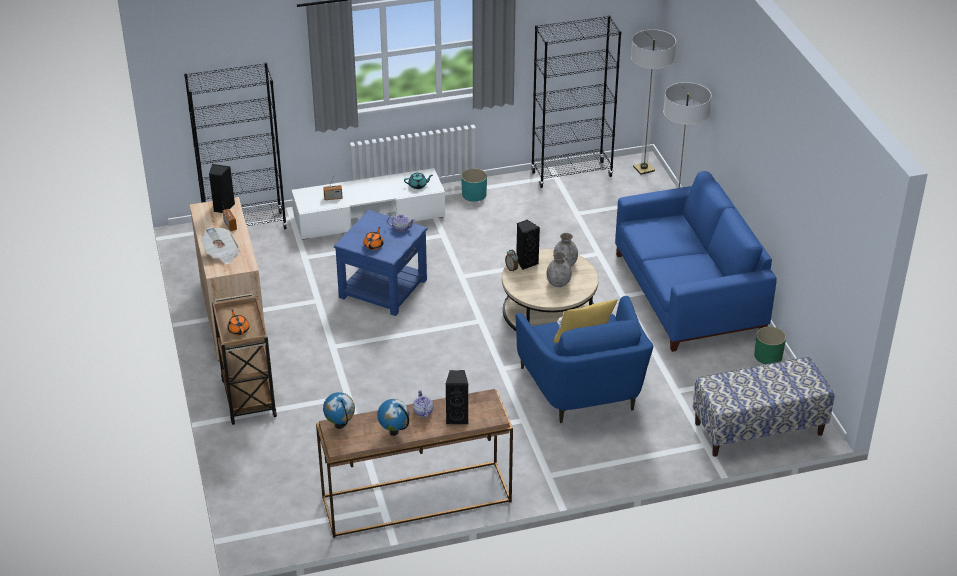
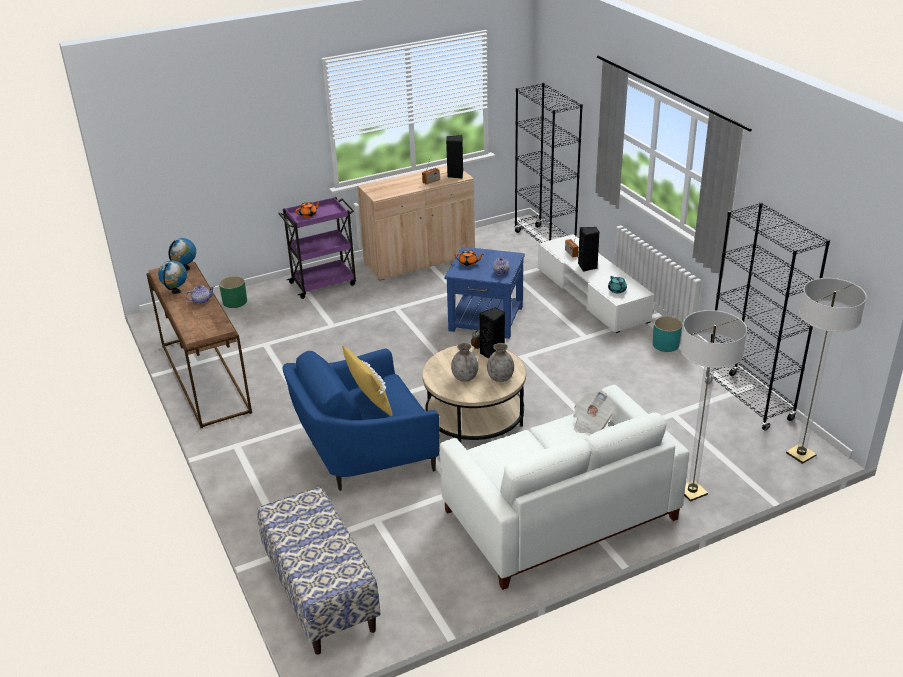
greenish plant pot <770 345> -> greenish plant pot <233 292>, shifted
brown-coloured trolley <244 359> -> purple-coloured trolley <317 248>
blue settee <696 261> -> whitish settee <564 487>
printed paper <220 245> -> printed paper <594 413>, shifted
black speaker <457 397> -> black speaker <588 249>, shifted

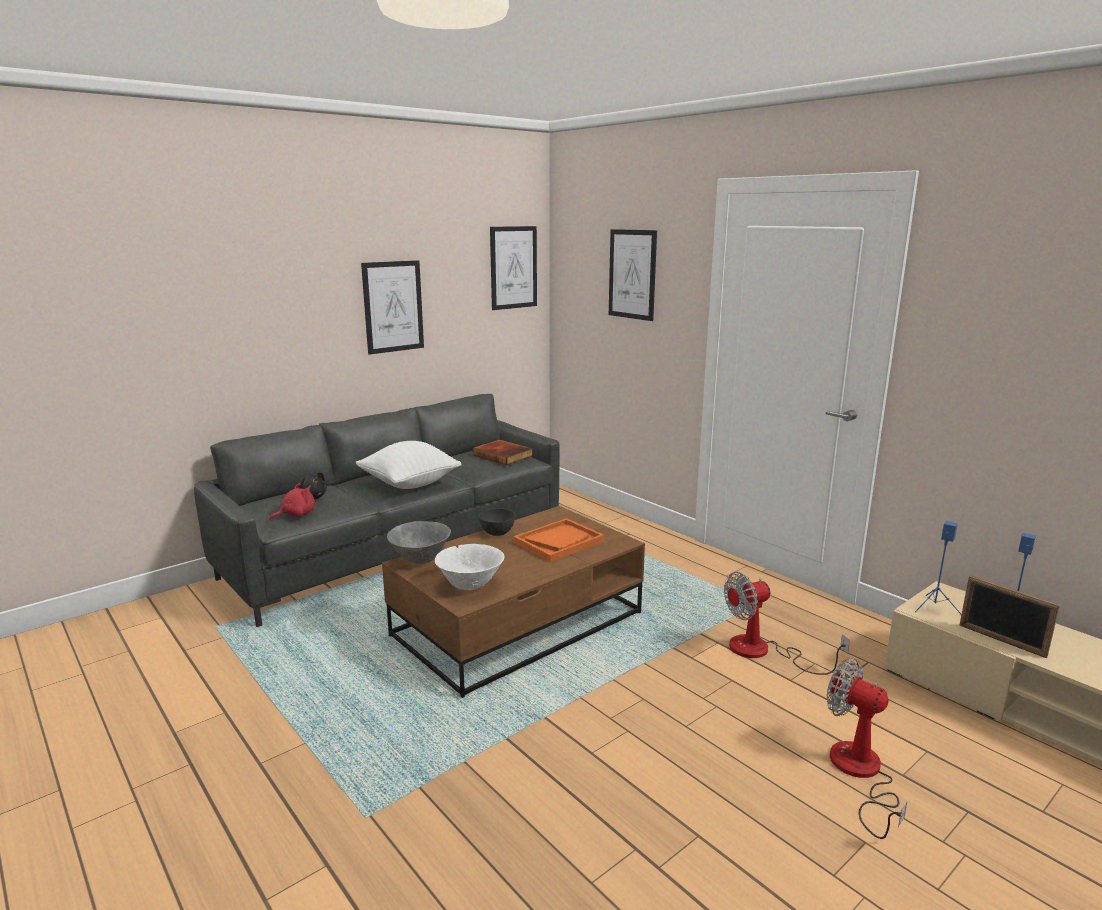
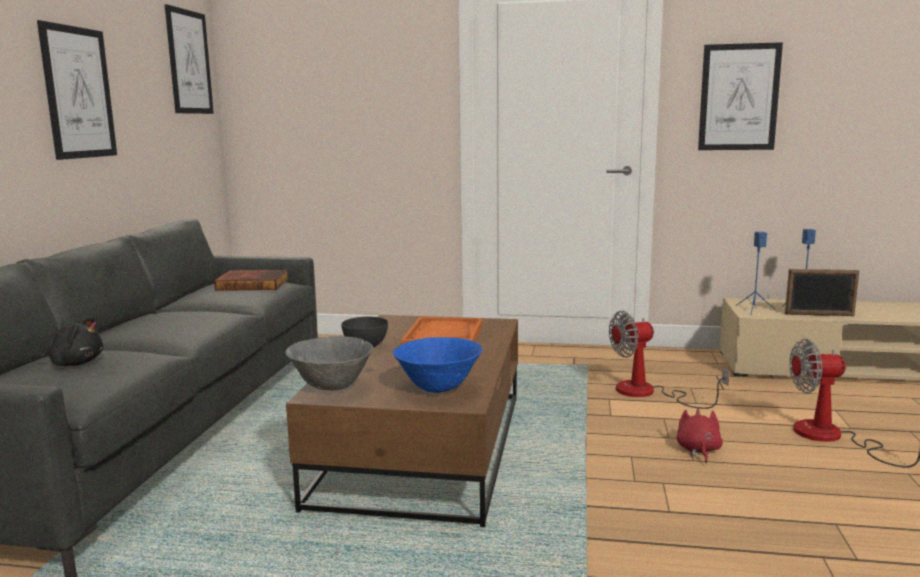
whitish serving bowl <469 567> -> blue serving bowl <437 365>
electric fan <787 623> -> electric fan <669 360>, 45 degrees clockwise
reddish cuddly toy <292 501> -> reddish cuddly toy <700 435>, shifted
picture <633 275> -> picture <740 96>, shifted
whitish cushion <409 465> -> none

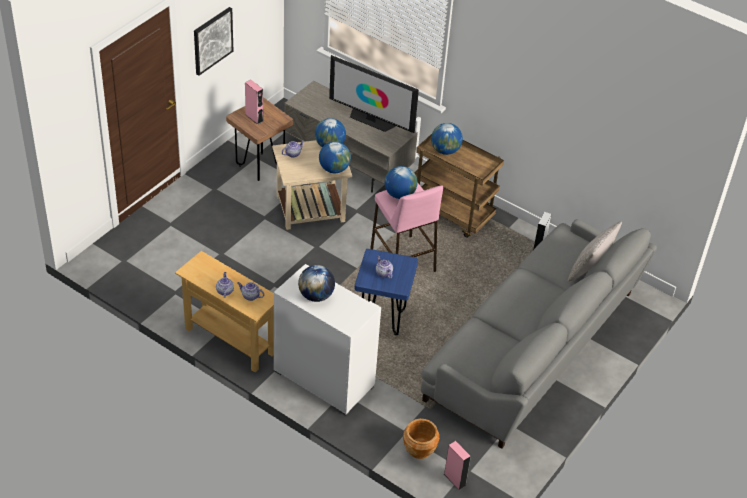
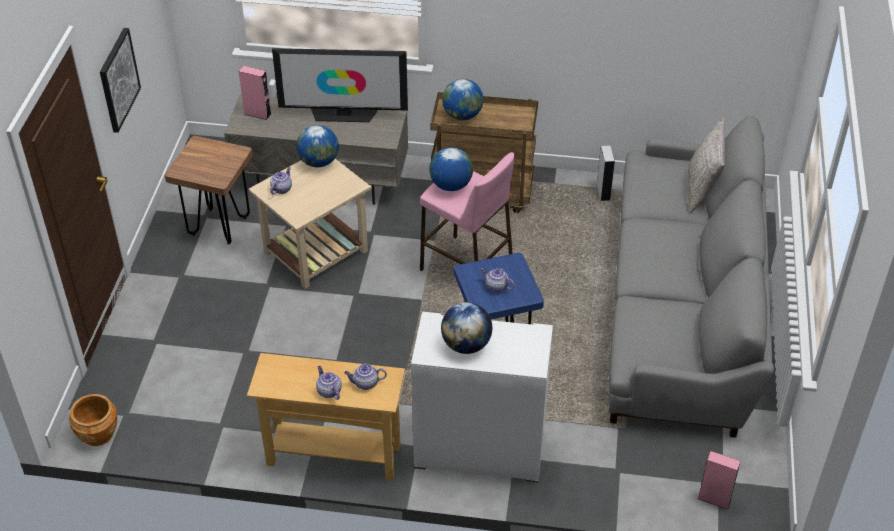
brown-coloured plant pot <421 439> -> brown-coloured plant pot <93 420>, shifted
pinkish speaker <254 102> -> pinkish speaker <255 93>, shifted
world globe <335 157> -> none

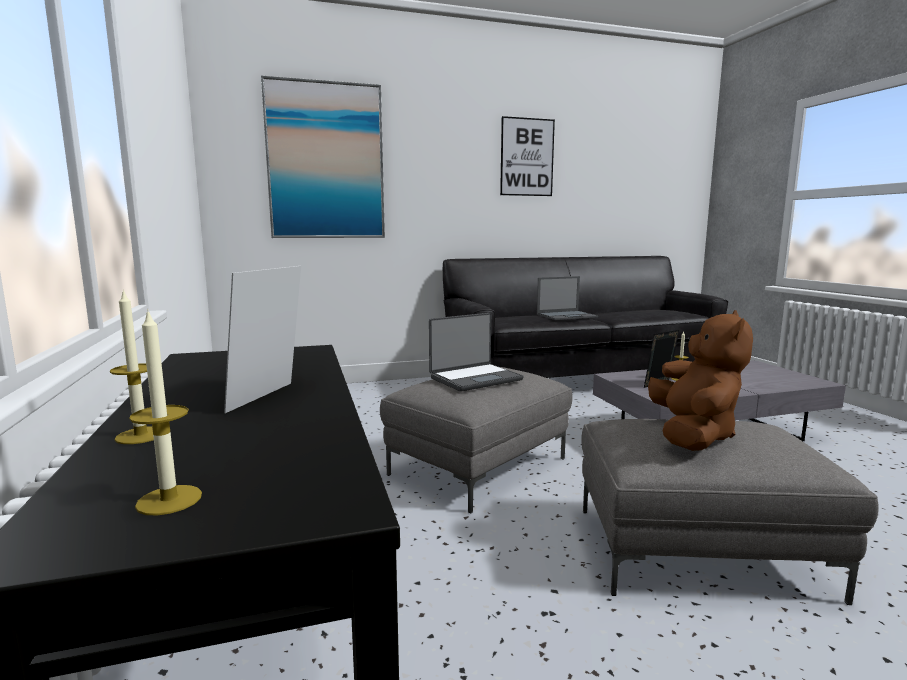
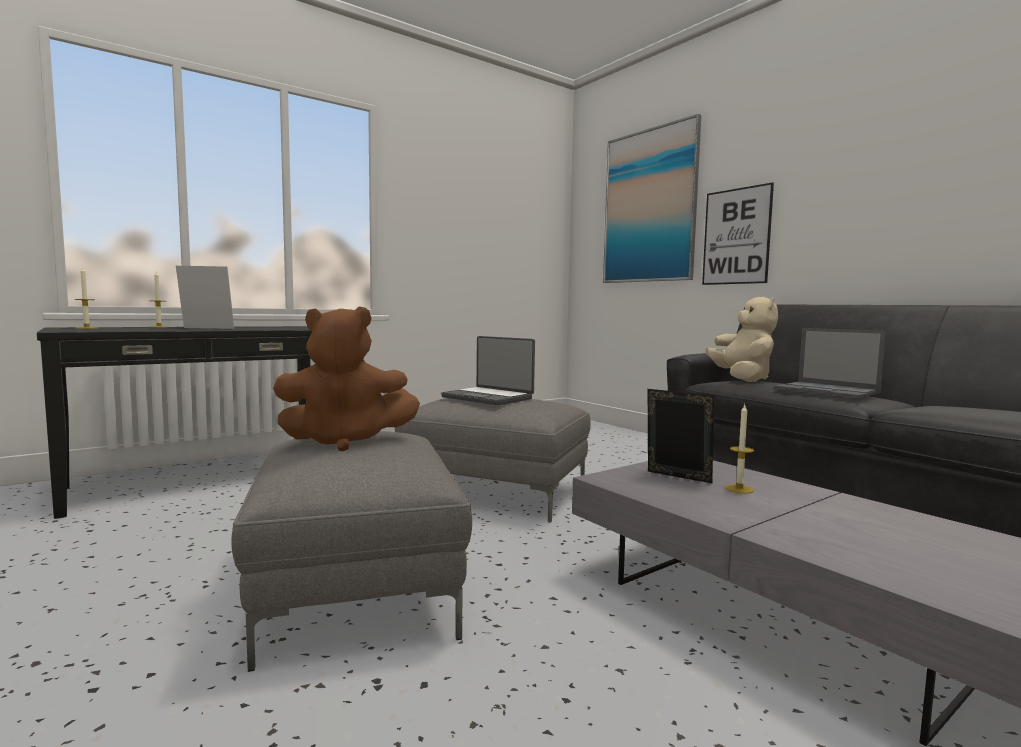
picture <527 156> -> picture <738 233>, shifted
none -> sand-coloured cuddly toy <742 339>

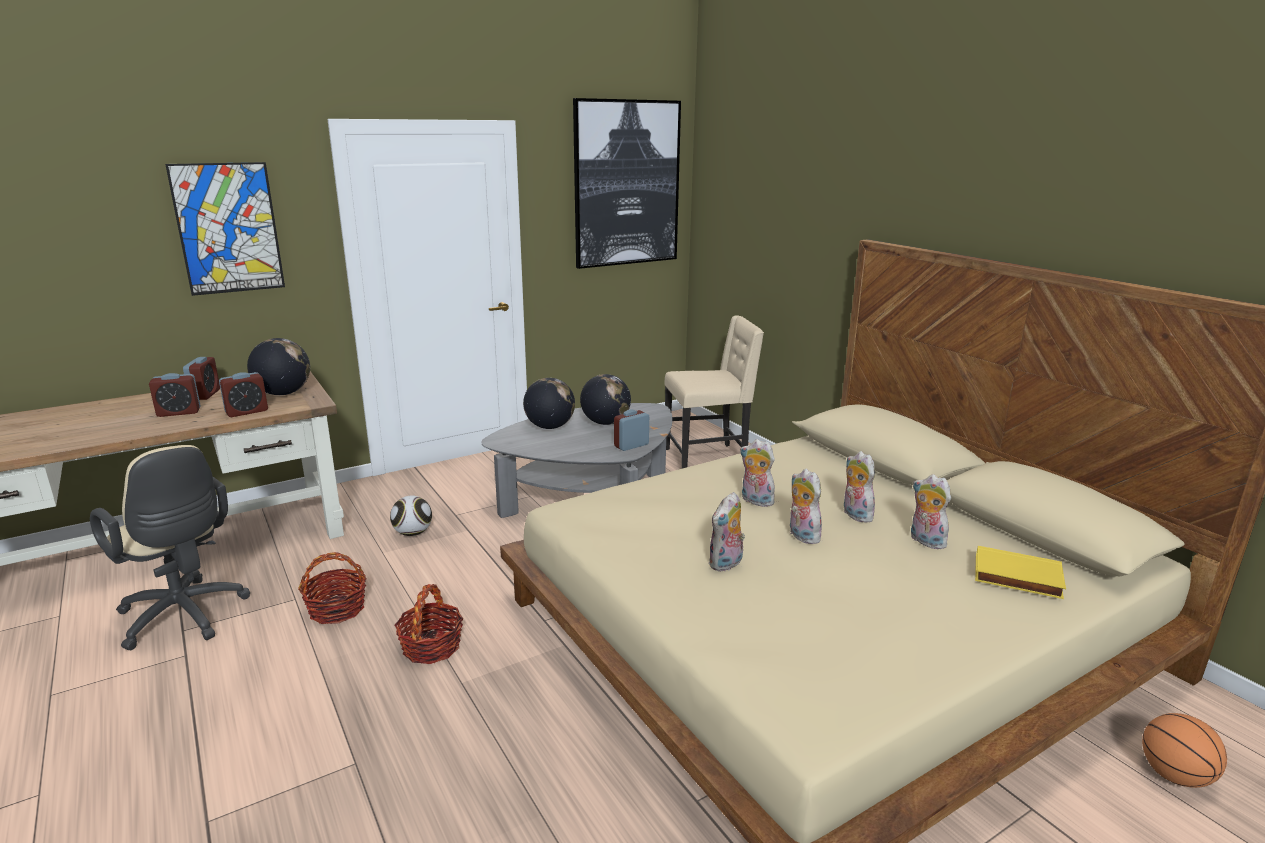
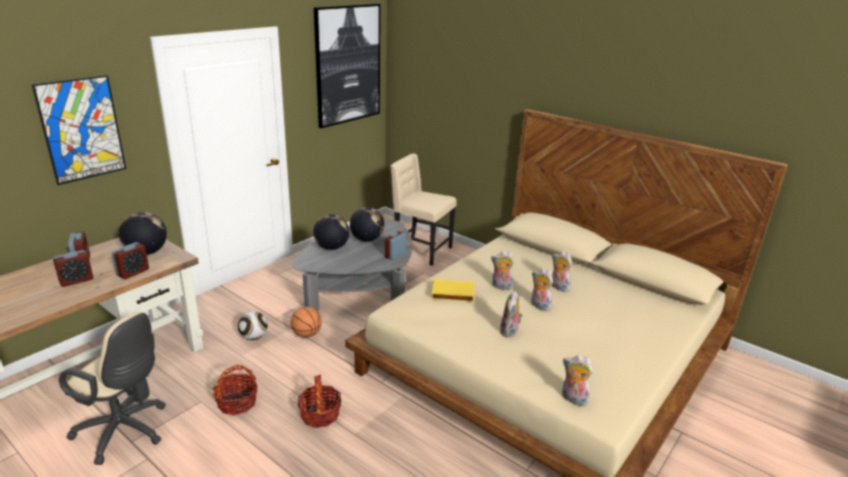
ball for basketball <1184 750> -> ball for basketball <306 322>, shifted
sand-coloured upright chair <714 392> -> sand-coloured upright chair <423 210>, 120 degrees counterclockwise
yellow bound book <1020 572> -> yellow bound book <453 290>, shifted
cuddly toy <931 511> -> cuddly toy <577 380>, shifted

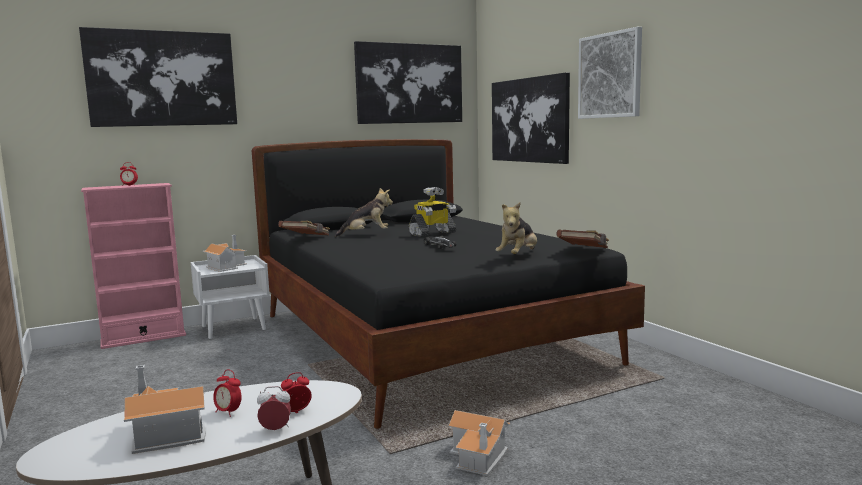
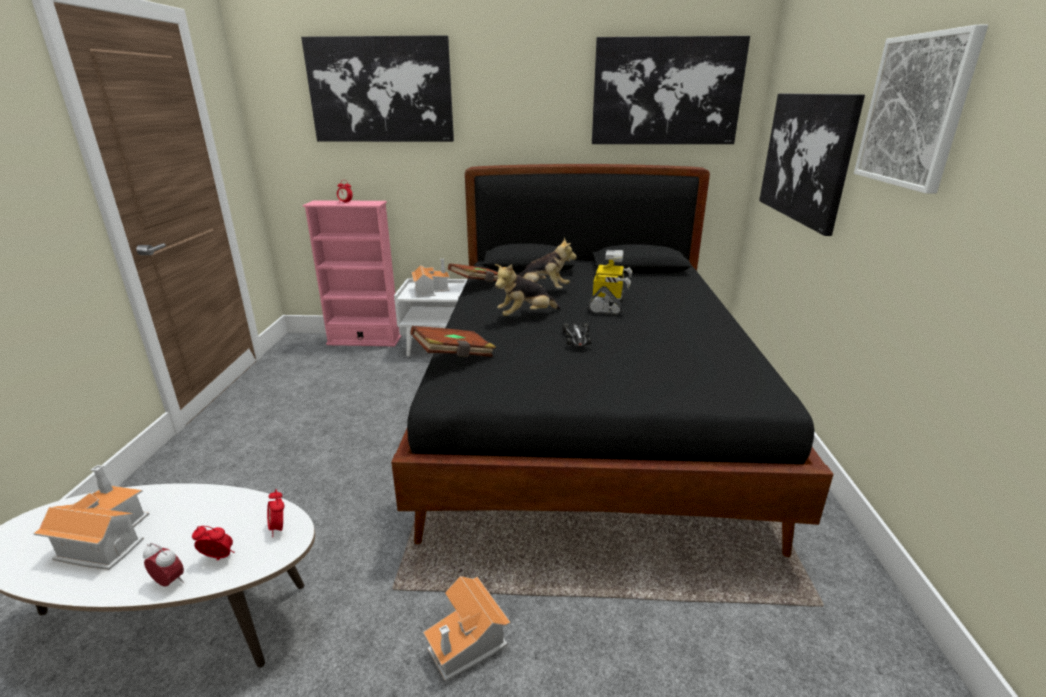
table clock <227 393> -> table clock <275 513>, shifted
brown-coloured bound book <583 239> -> brown-coloured bound book <453 341>, shifted
cuddly toy <516 228> -> cuddly toy <528 290>, shifted
model robot <432 212> -> model robot <610 282>, 75 degrees counterclockwise

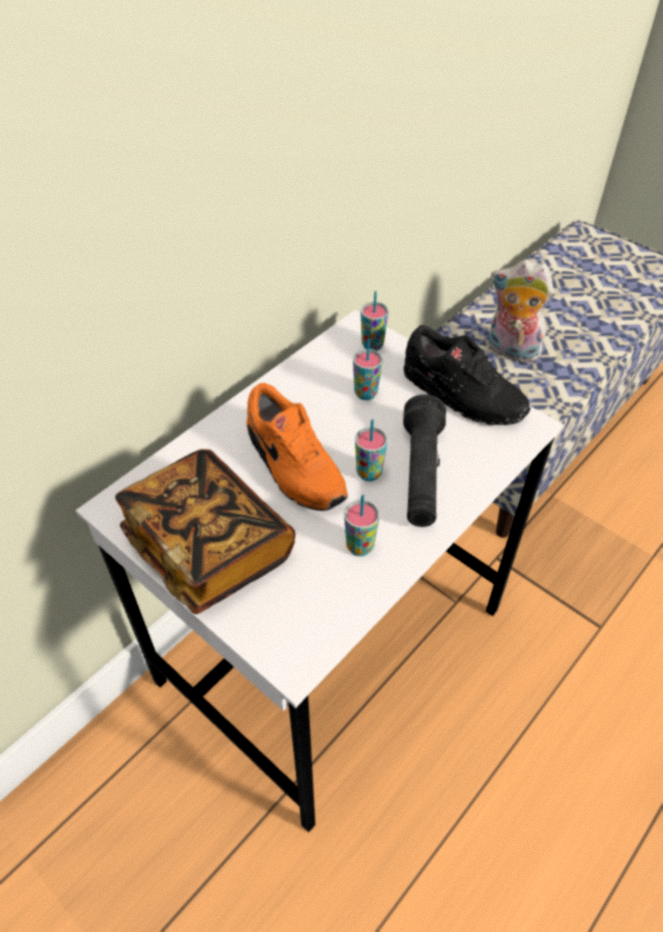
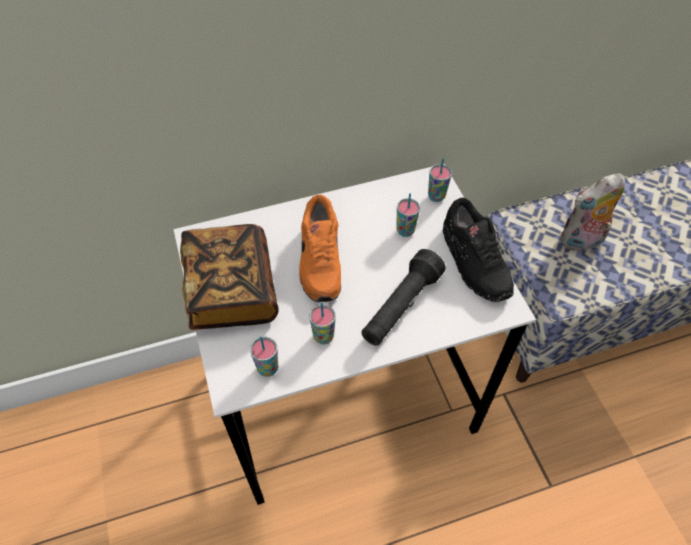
cup <371 450> -> cup <264 356>, shifted
cuddly toy <521 311> -> cuddly toy <592 212>, 75 degrees counterclockwise

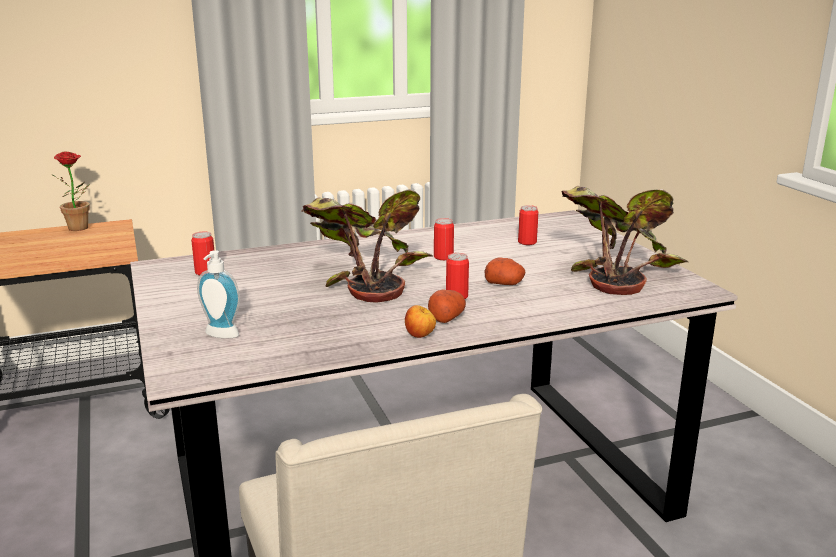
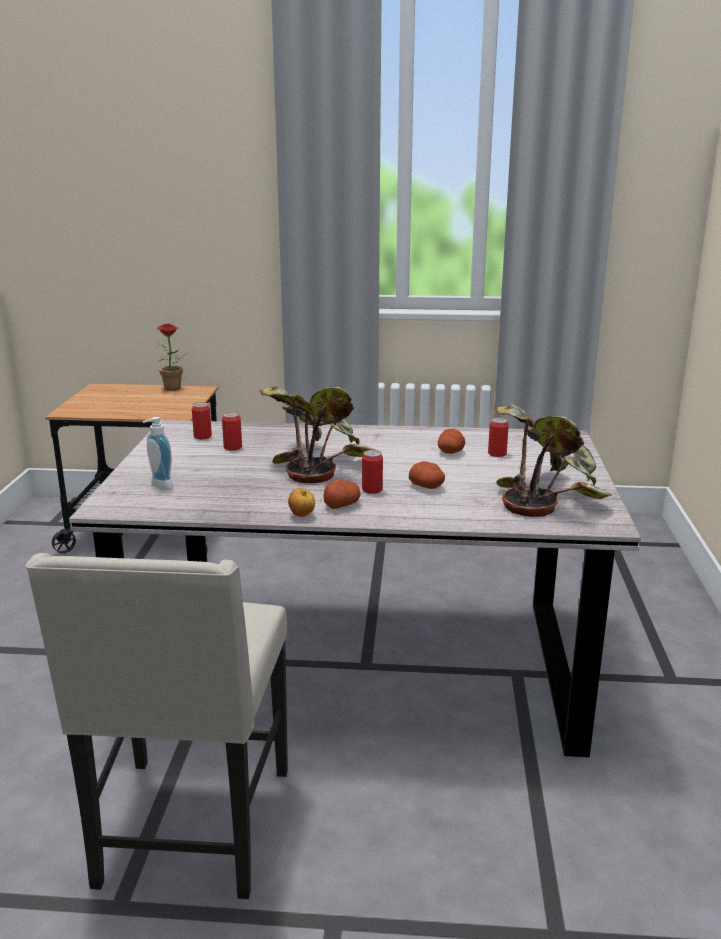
metal can <444 239> -> metal can <232 431>, shifted
none -> potato <451 441>

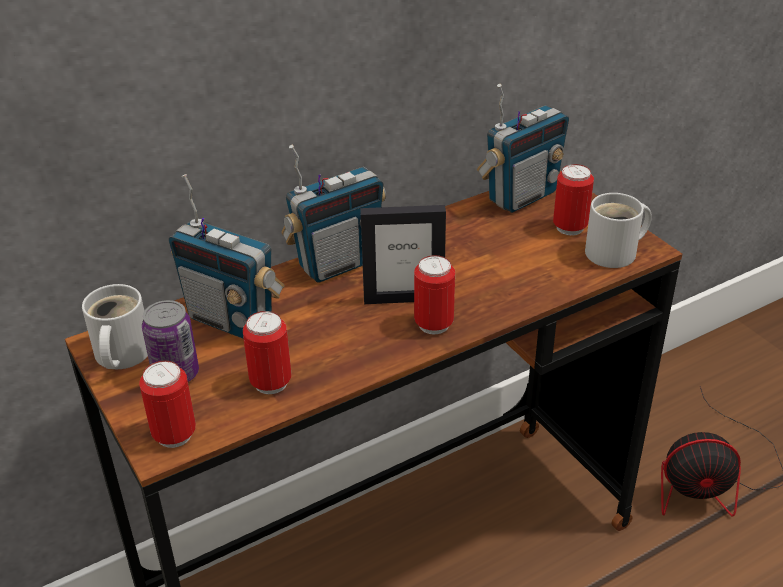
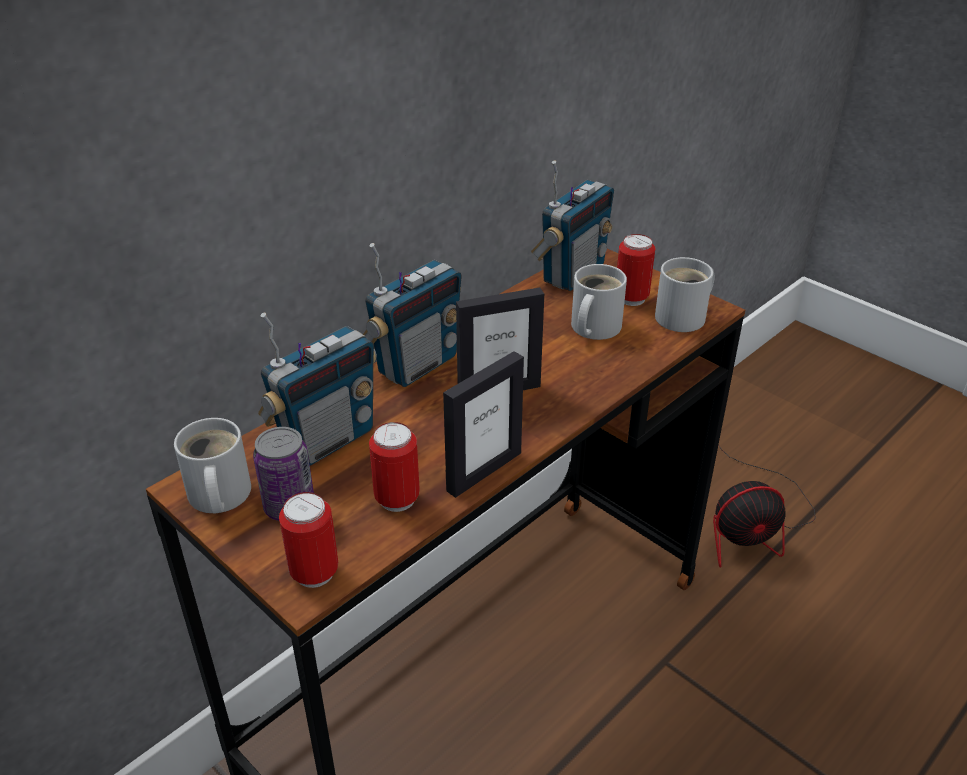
radio <227 256> -> radio <317 389>, 60 degrees counterclockwise
none -> standing frame <483 424>
none -> whitish coffee mug <599 302>
metal can <434 294> -> none

